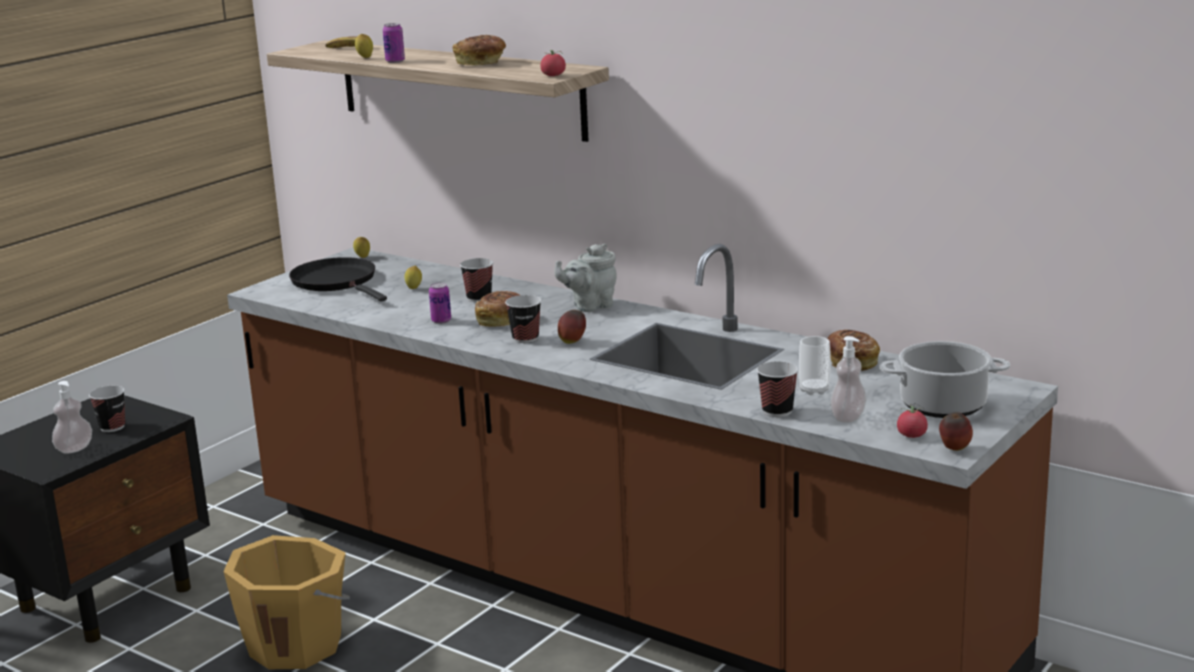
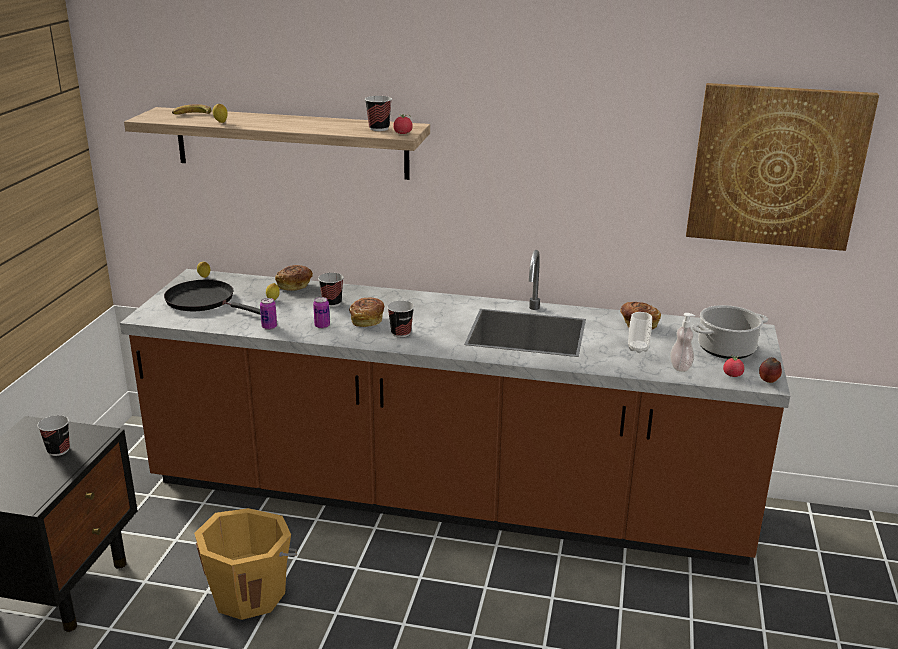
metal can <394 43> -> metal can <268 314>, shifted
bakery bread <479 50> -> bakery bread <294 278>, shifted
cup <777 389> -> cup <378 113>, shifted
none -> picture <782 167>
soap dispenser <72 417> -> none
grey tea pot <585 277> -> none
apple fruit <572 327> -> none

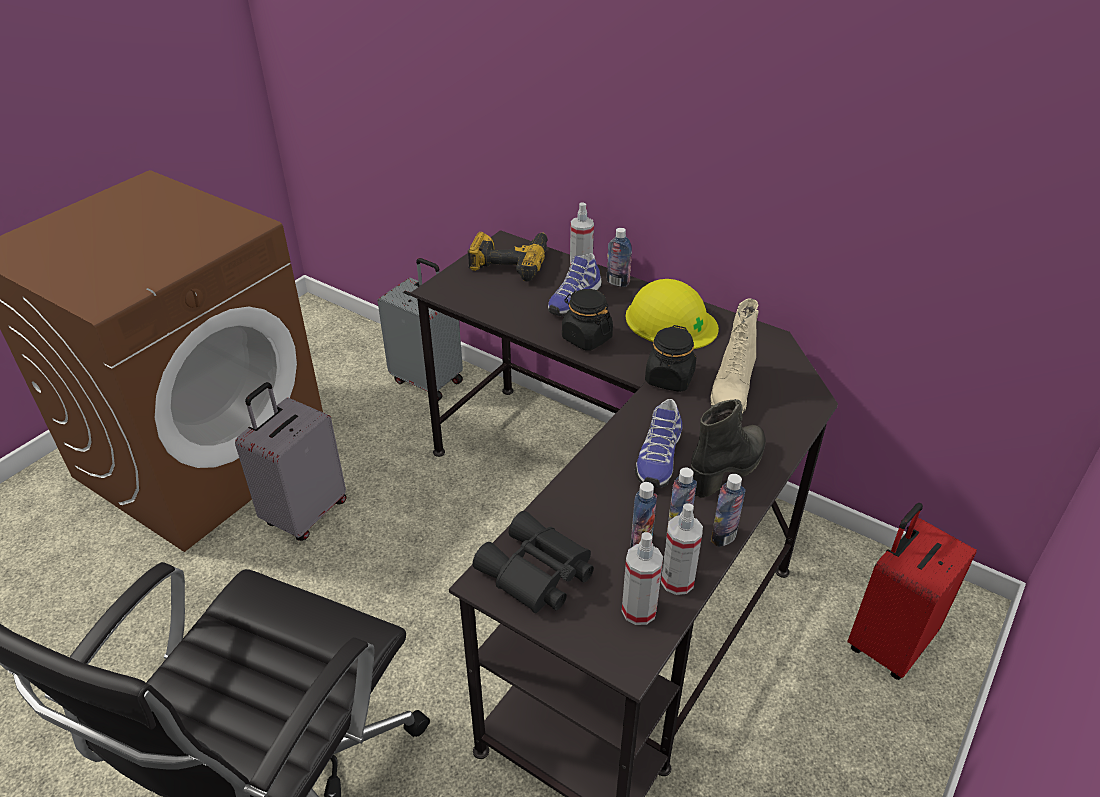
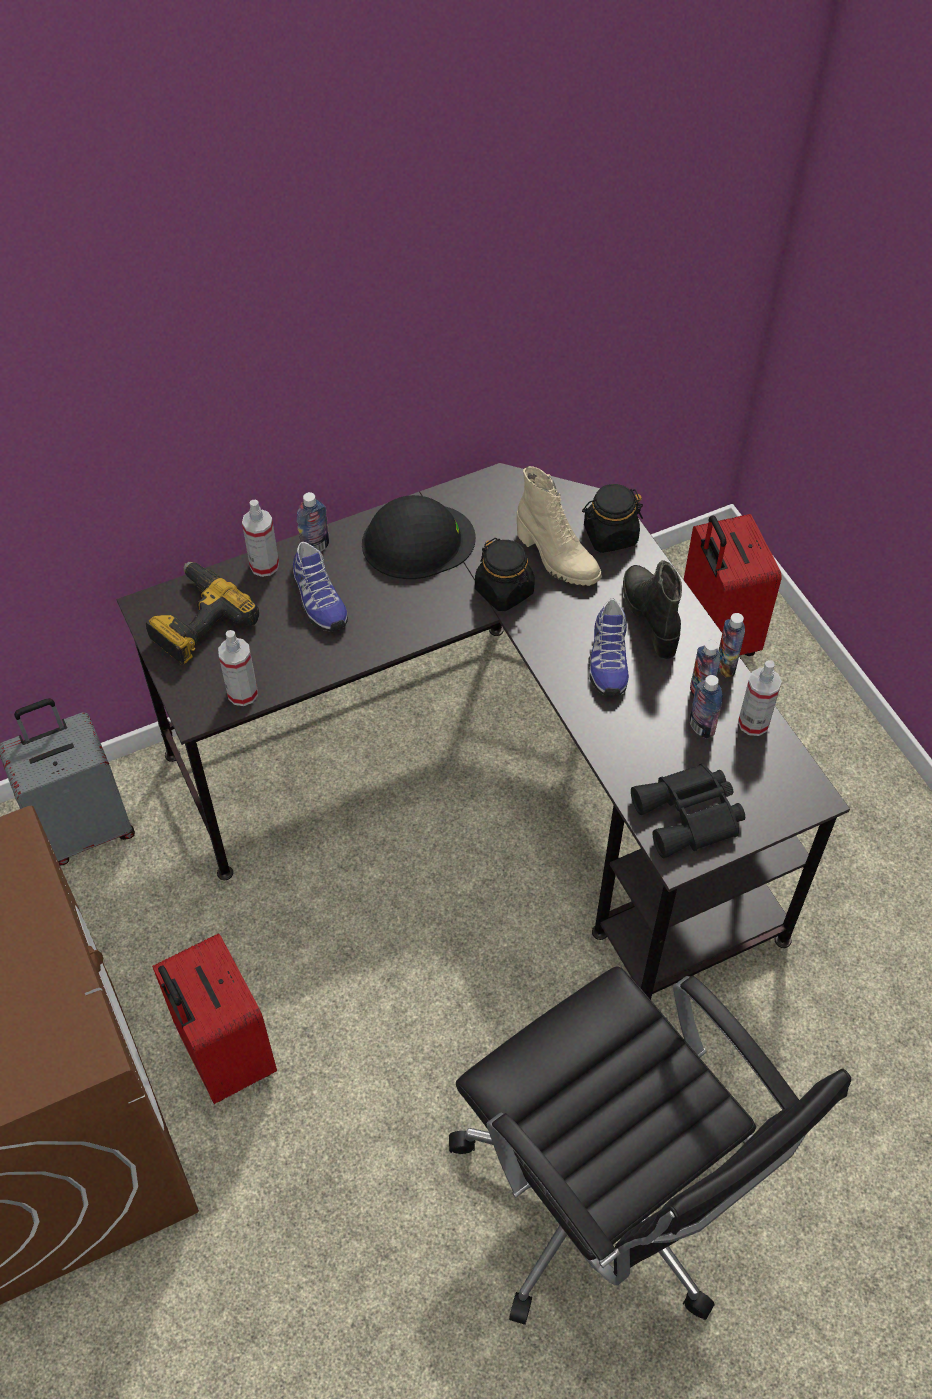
grey travel case <291 461> -> reddish travel case <214 1018>
sprayer <642 578> -> sprayer <238 668>, shifted
yellow hard hat <672 314> -> black hard hat <419 537>
black preserve jar <587 319> -> black preserve jar <612 518>, shifted
low shoe <658 443> -> low shoe <608 647>, 45 degrees clockwise

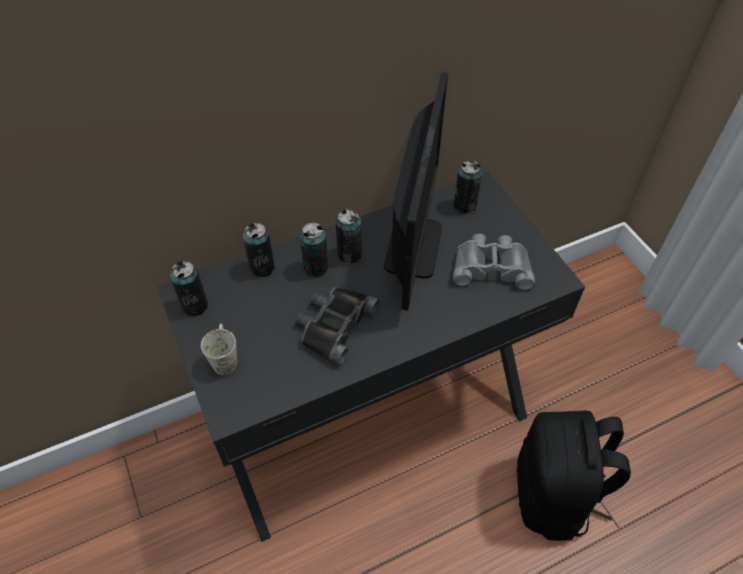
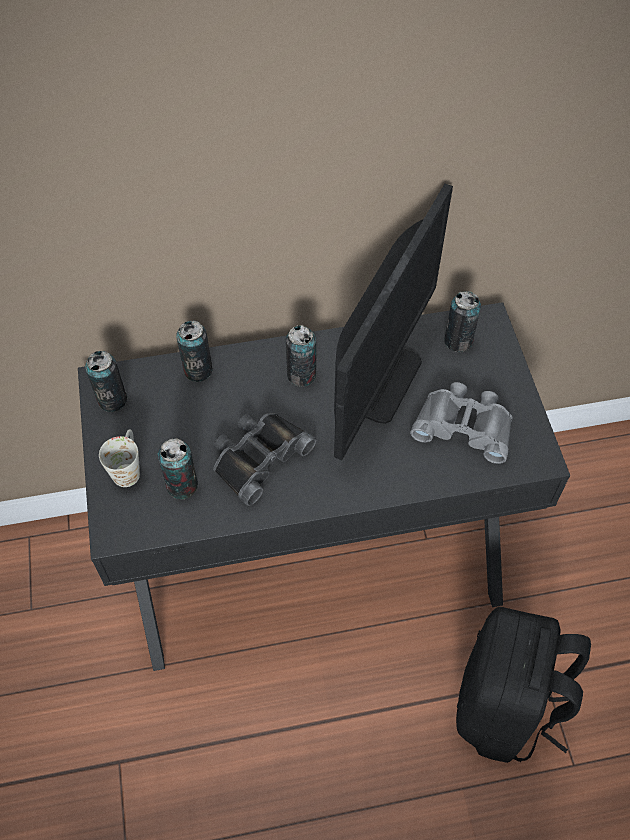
metal can <314 250> -> metal can <178 468>, shifted

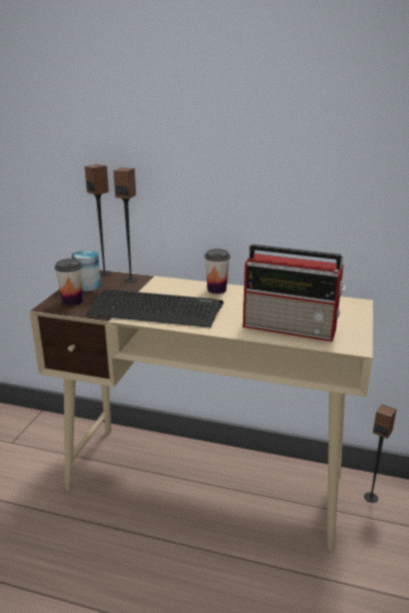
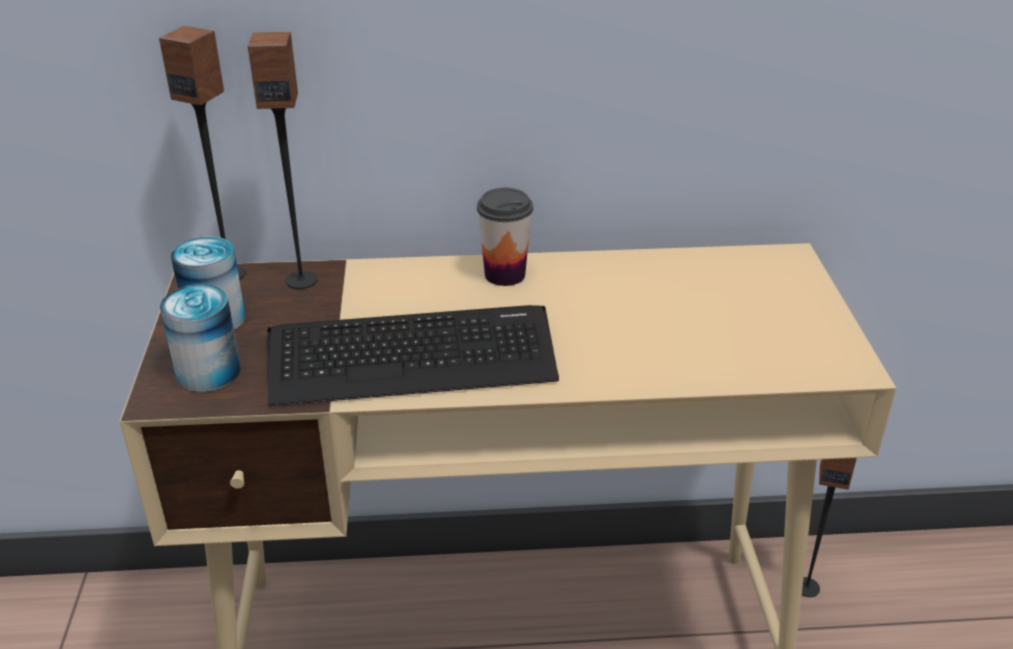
cup <69 282> -> metal can <200 338>
radio <294 293> -> none

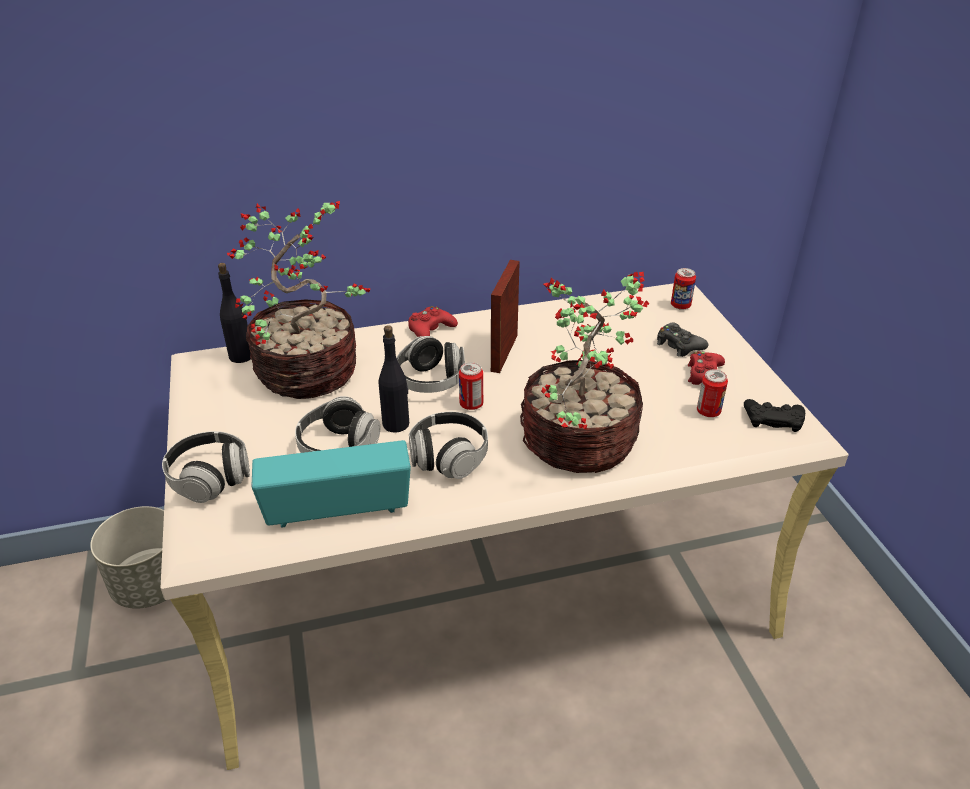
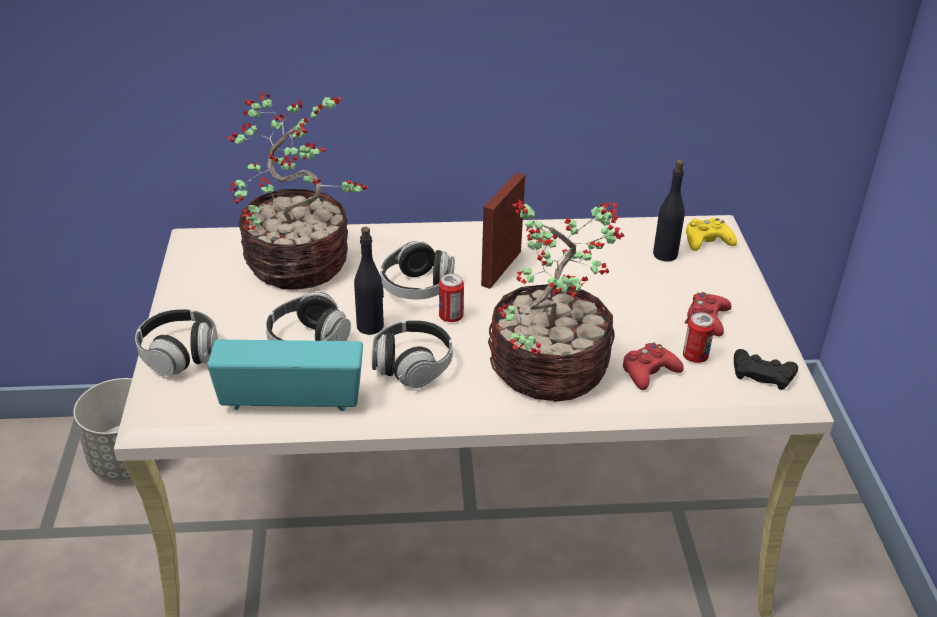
reddish gamepad <433 321> -> reddish gamepad <653 366>, shifted
black beverage bottle <234 313> -> black beverage bottle <669 210>, shifted
metal can <683 289> -> yellow gamepad <711 234>
black gamepad <682 340> -> none

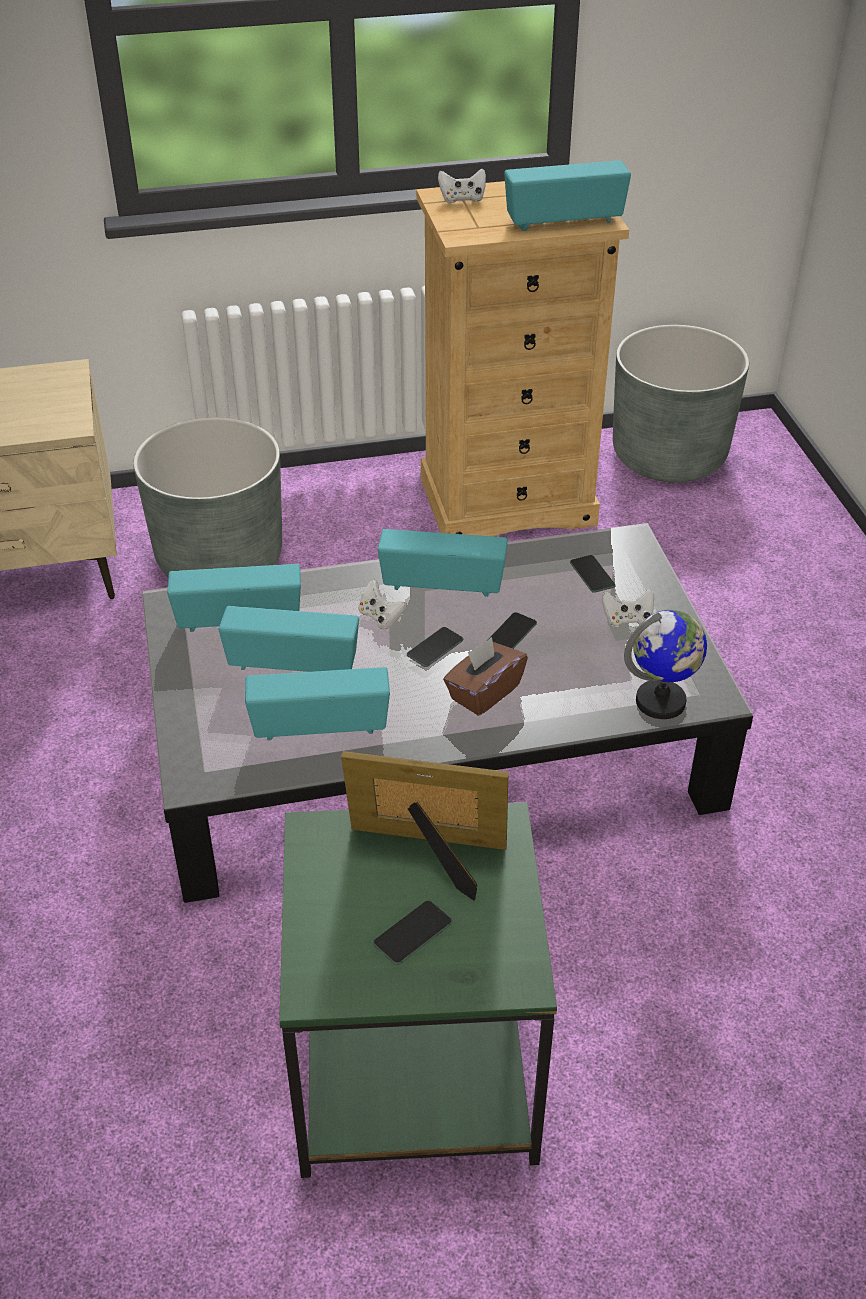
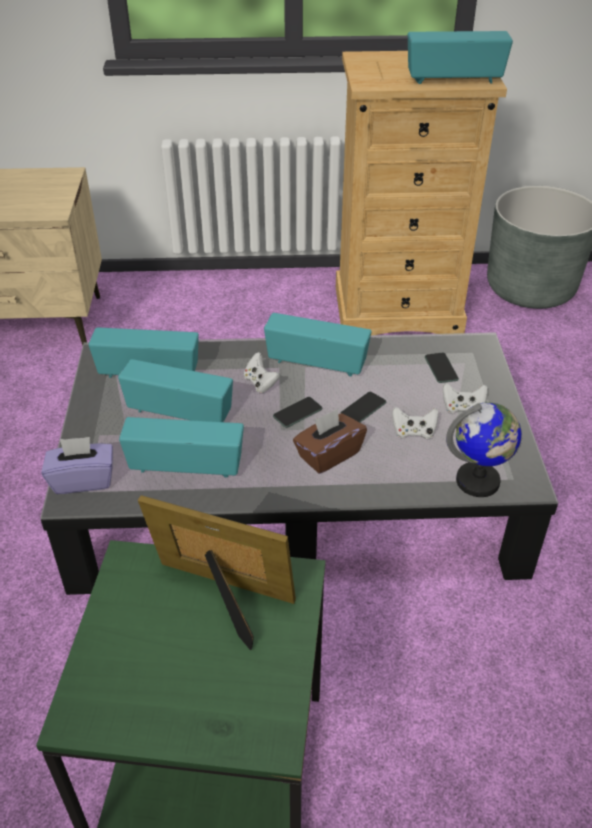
none -> purple-coloured box of tissues <77 465>
whitish gamepad <462 185> -> whitish gamepad <415 423>, shifted
grey plant pot <207 497> -> none
telephone <412 933> -> none

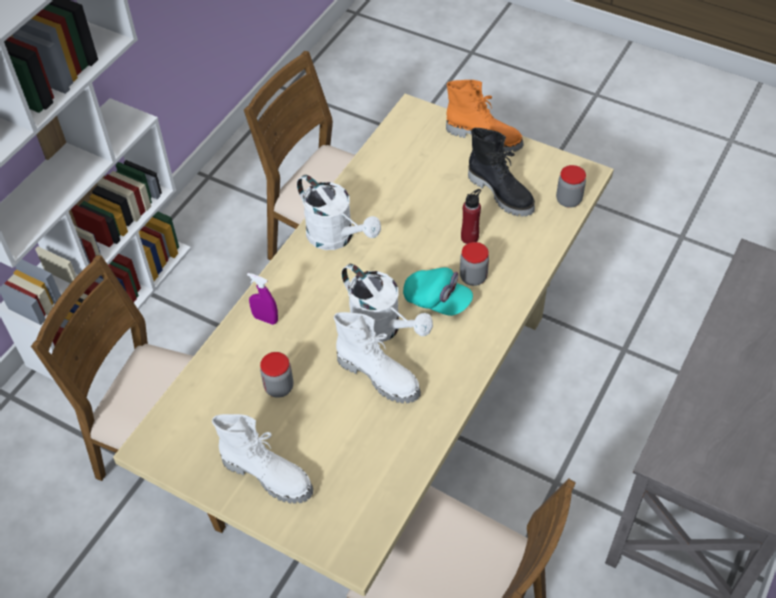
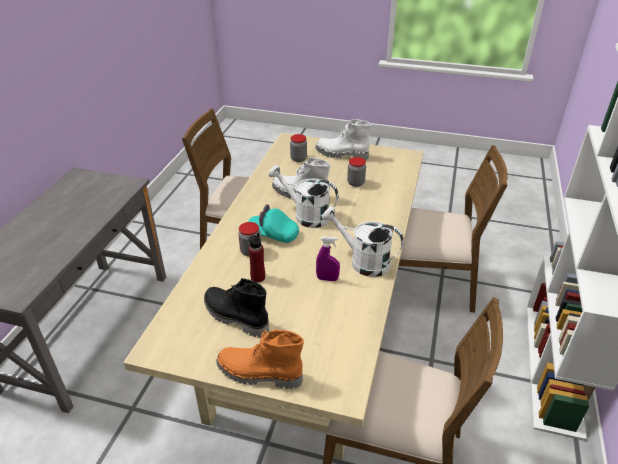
preserve jar <571 186> -> preserve jar <298 148>, shifted
purple-coloured sprayer <262 299> -> purple-coloured sprayer <328 258>, shifted

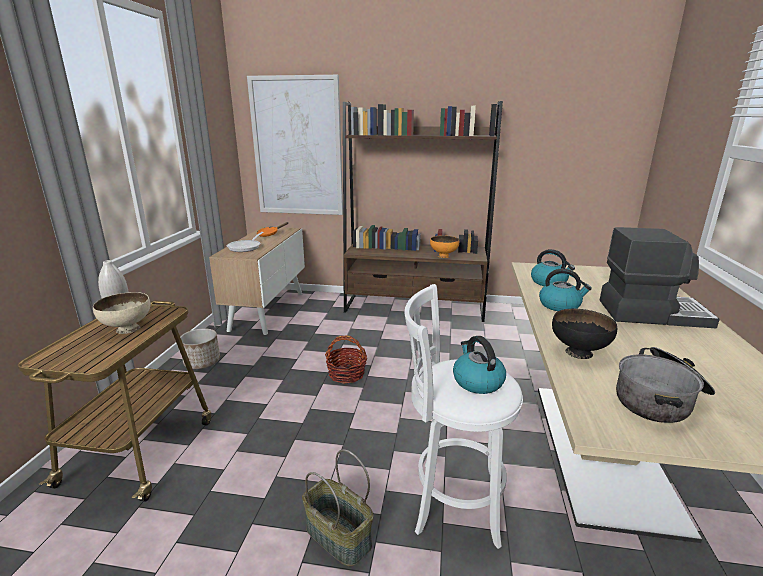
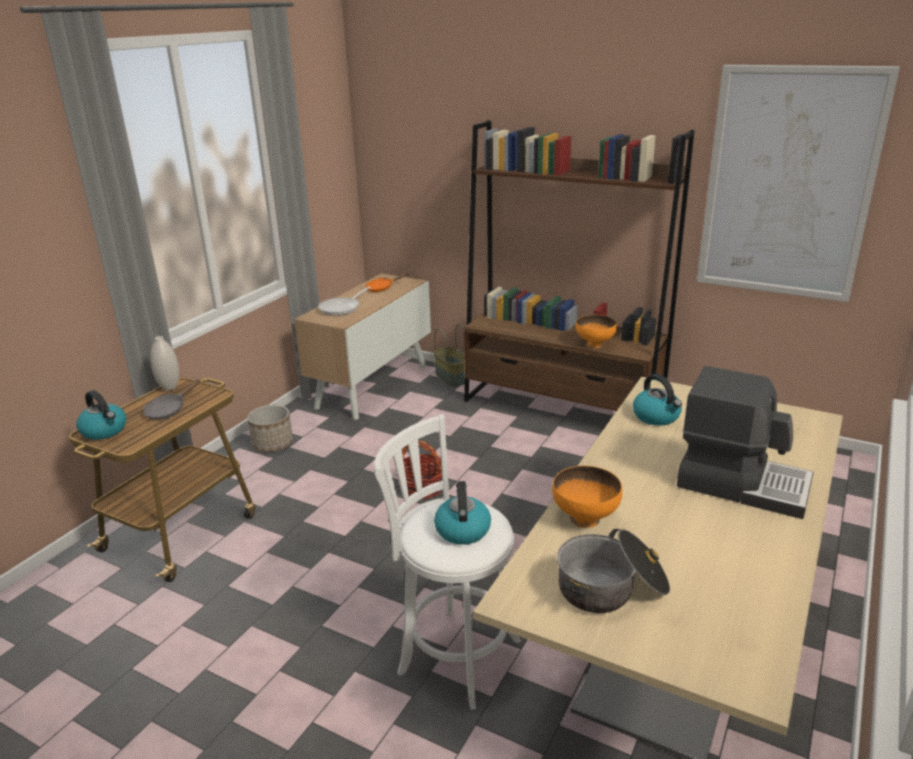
kettle <565 290> -> kettle <101 415>, shifted
sand-coloured serving bowl <122 313> -> grey frying pan <171 399>
storage basket <338 507> -> storage basket <449 355>, shifted
black serving bowl <584 334> -> orangey serving bowl <587 497>
picture <295 145> -> picture <798 183>, shifted

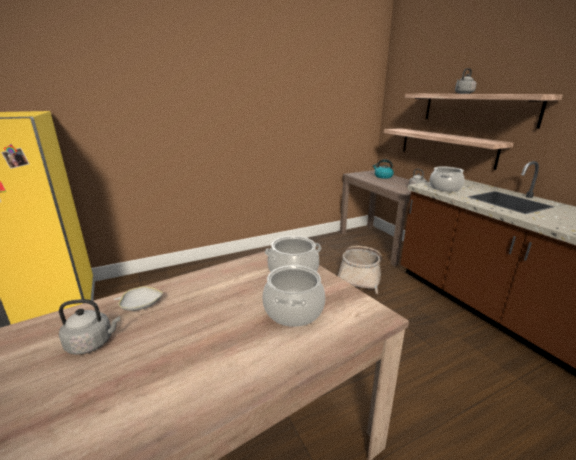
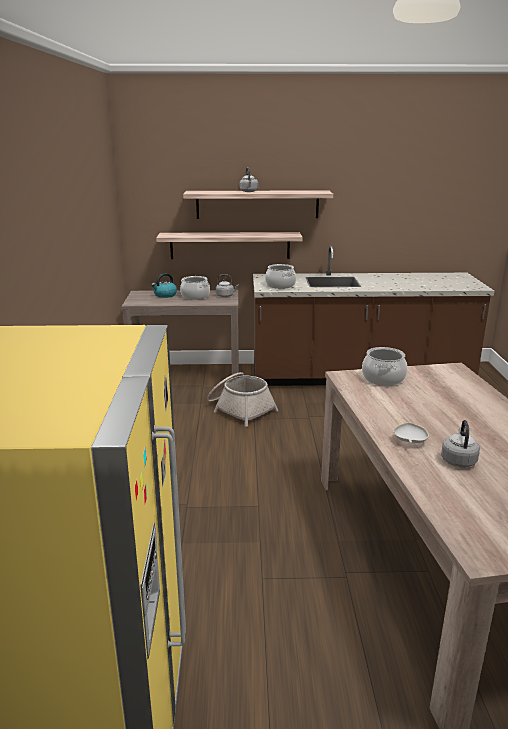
cooking pot <294 296> -> cooking pot <195 288>, shifted

